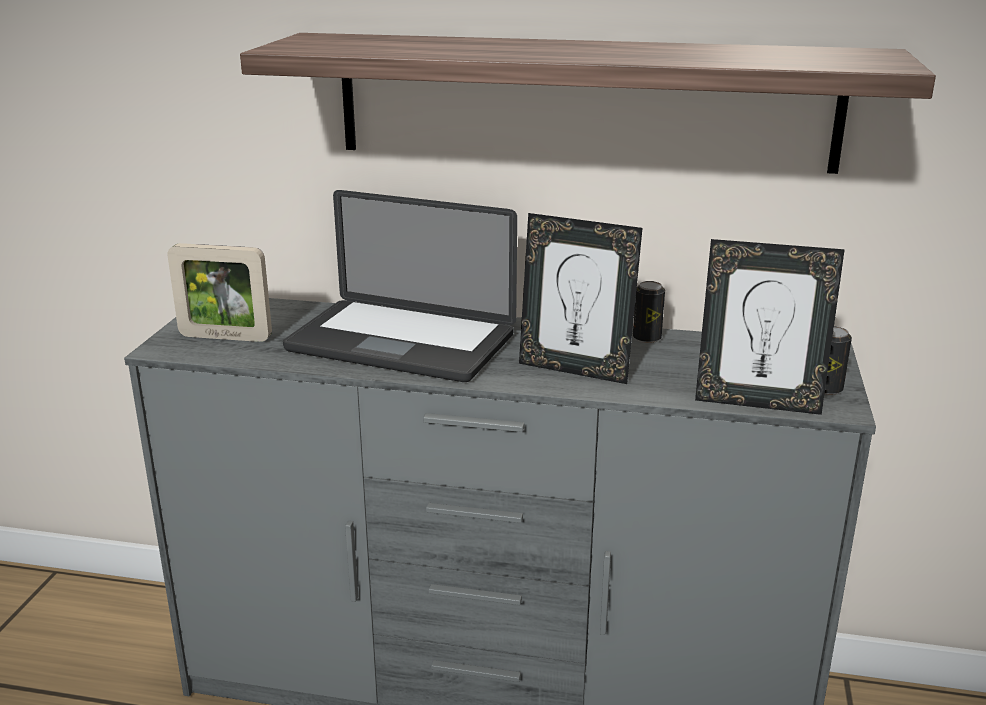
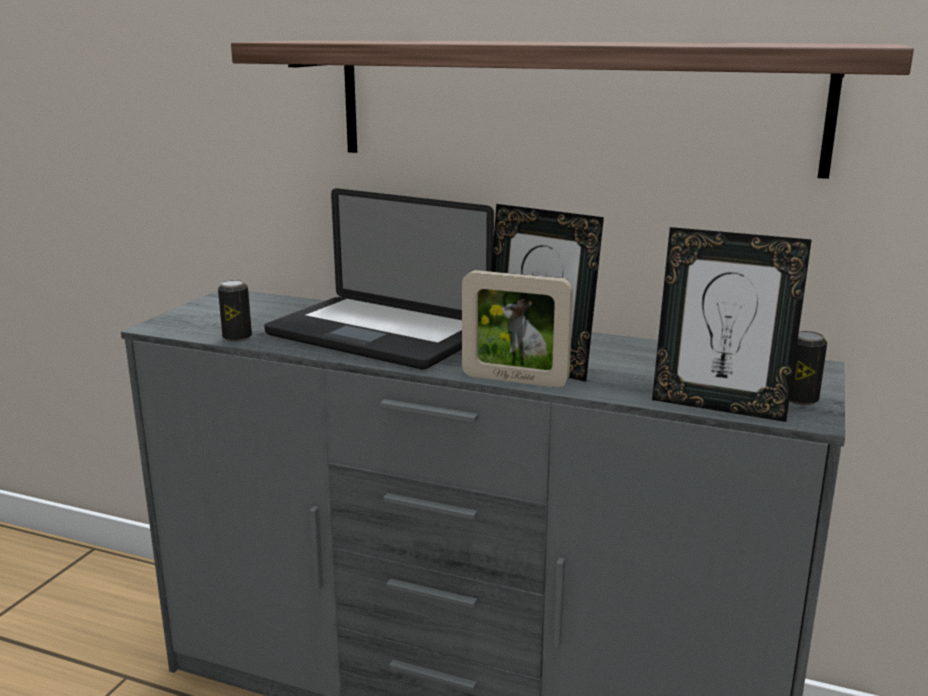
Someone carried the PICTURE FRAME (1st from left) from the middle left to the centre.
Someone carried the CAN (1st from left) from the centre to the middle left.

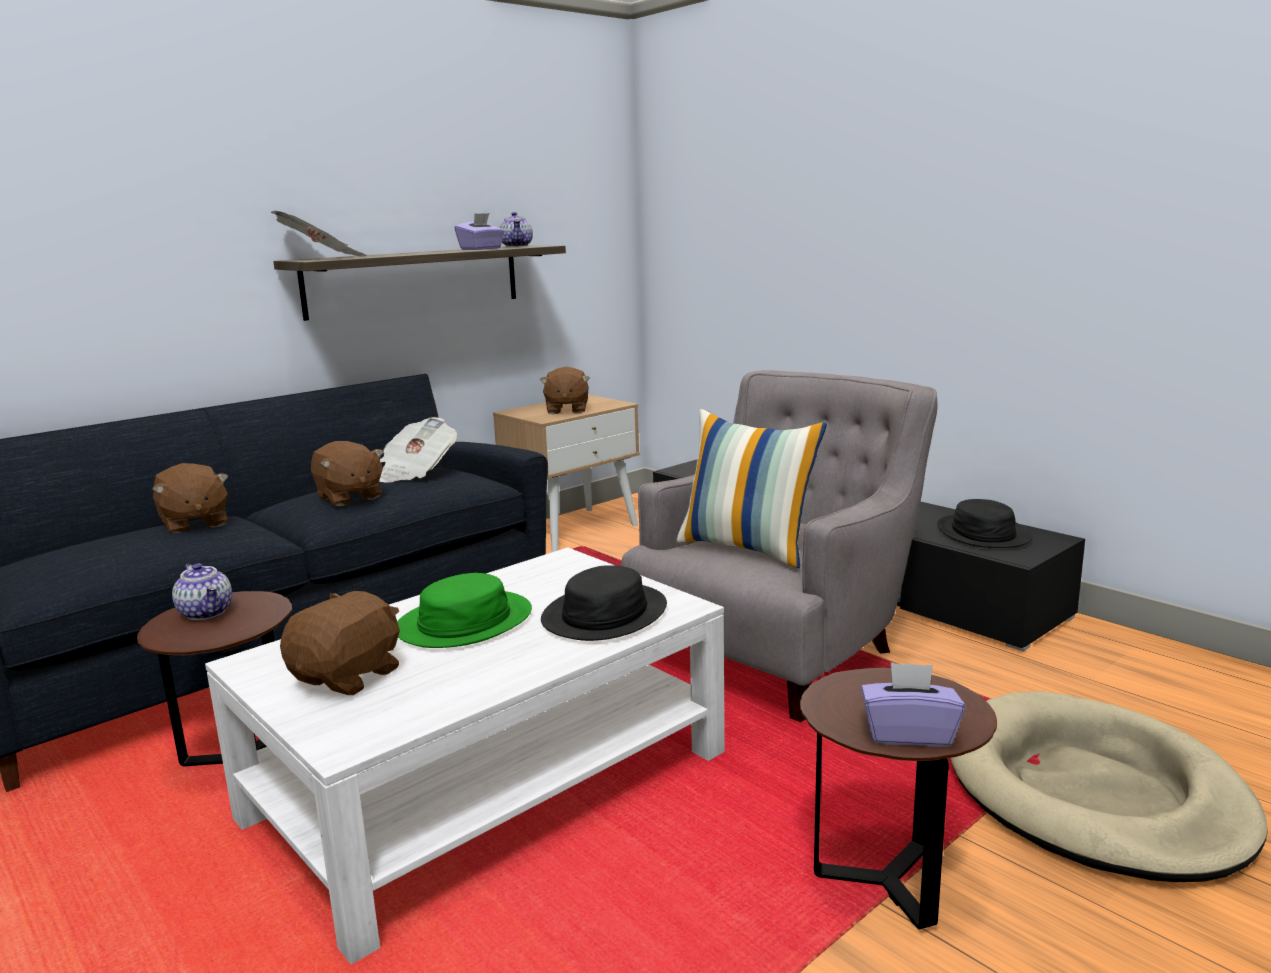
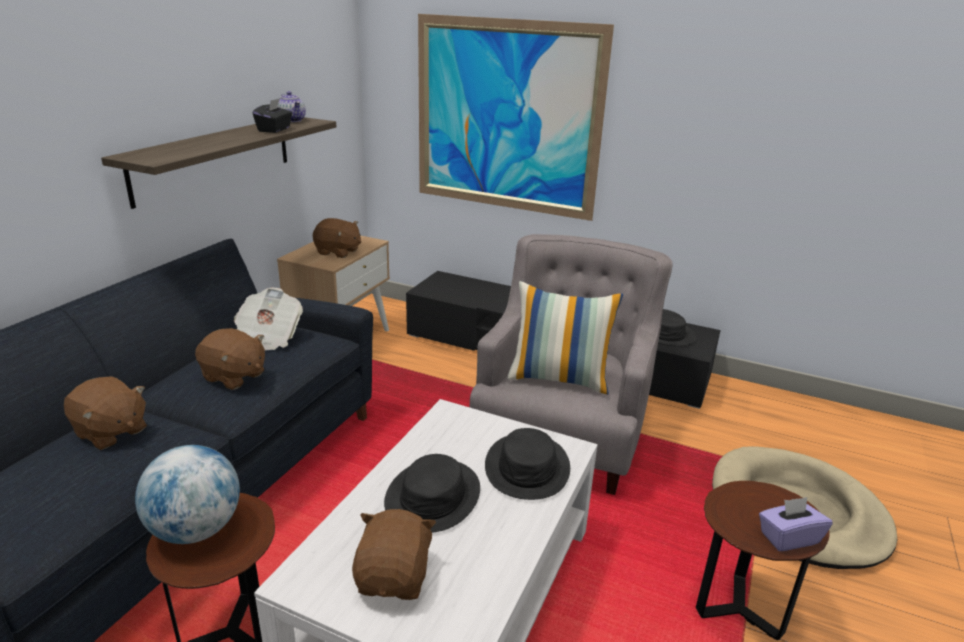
Someone took away the NEWSPAPER (1st from left) at the top left.
Someone repainted the PURPLE TISSUE BOX (1st from left) at the top centre, which became the BLACK TISSUE BOX at the top left.
Someone rotated the BROWN PLUSH TOY (4th from left in the first image) at the centre by 45 degrees counterclockwise.
Someone swapped the TEAPOT (1st from left) at the middle left for the GLOBE at the bottom left.
Someone repainted the GREEN HAT at the centre, which became the BLACK HAT (1st from left) at the bottom centre.
Someone put up the PICTURE at the top centre.

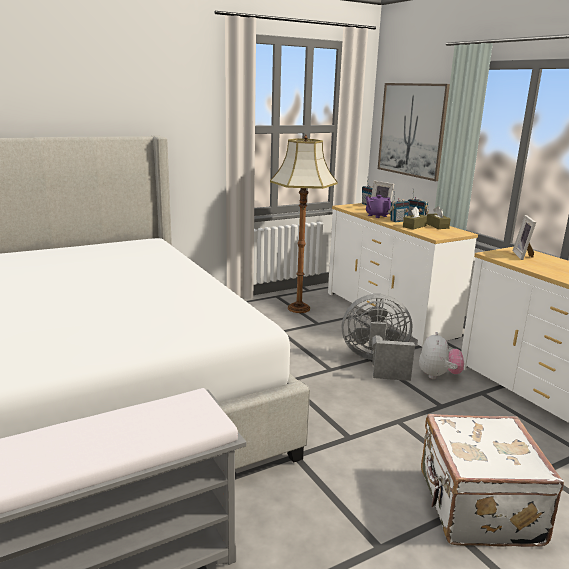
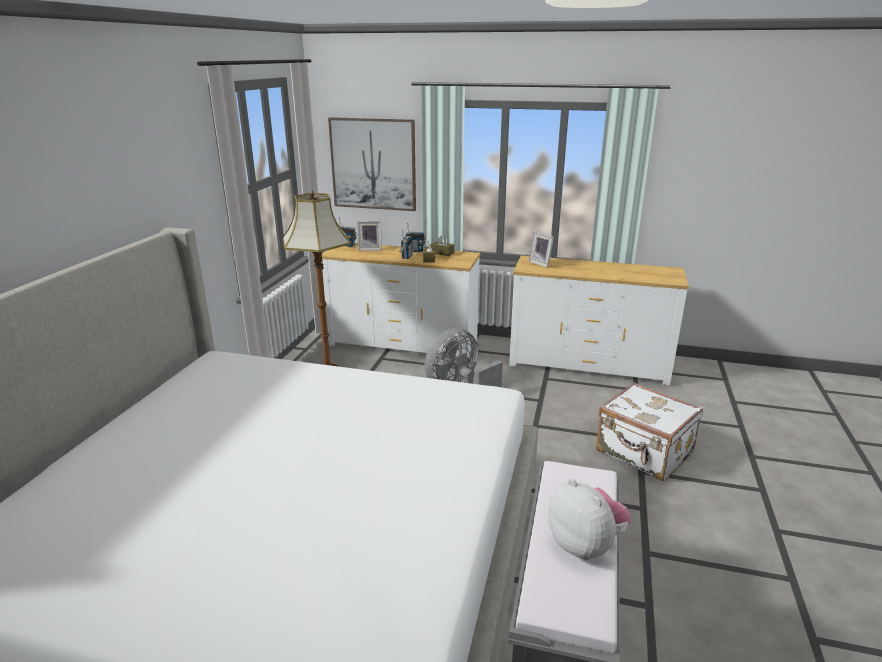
Someone took away the PURPLE TEAPOT at the centre.
Someone carried the PLUSH TOY from the middle right to the bottom right.

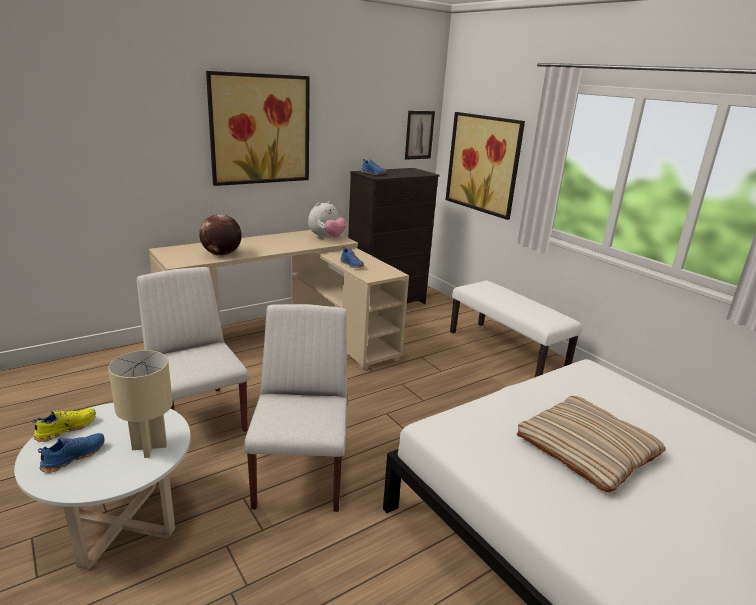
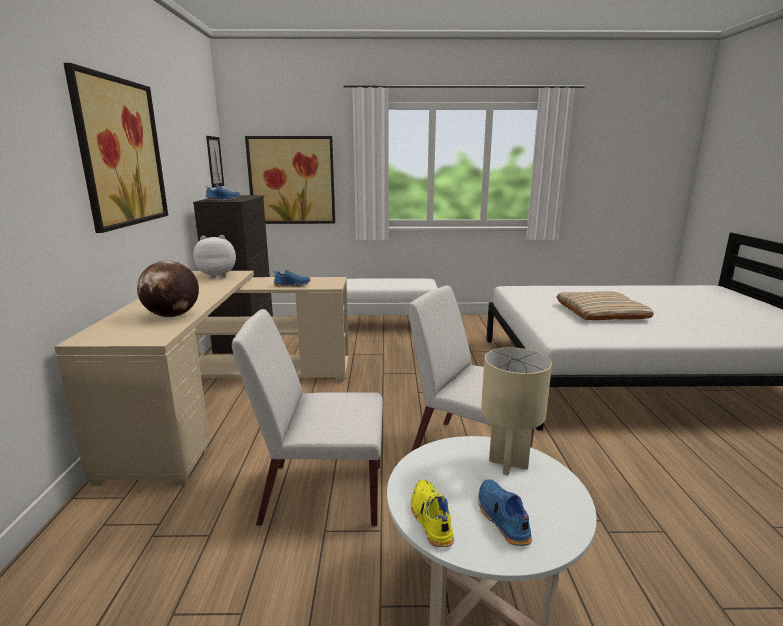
Someone rotated the PLUSH TOY at the centre by 90 degrees counterclockwise.

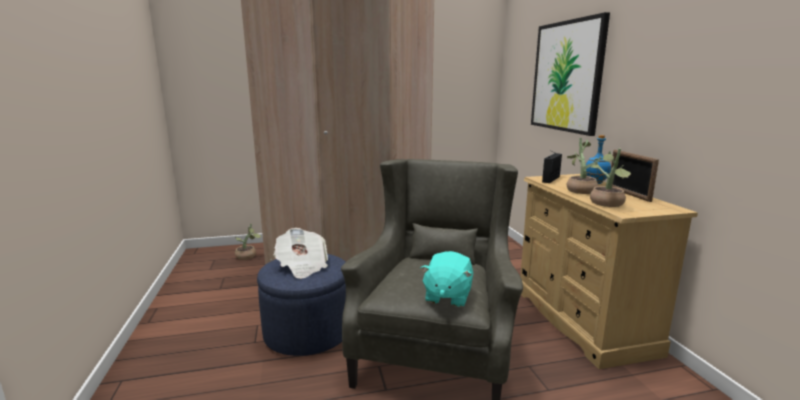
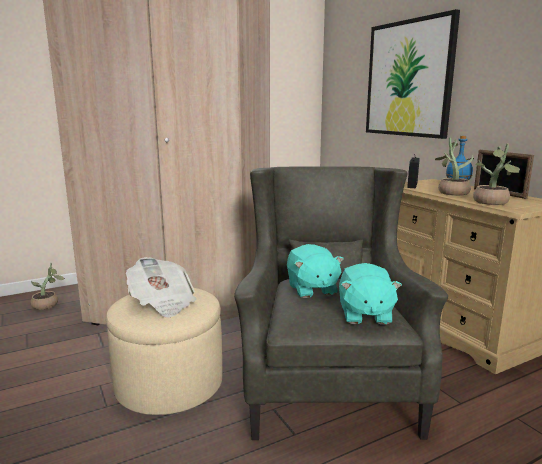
Someone repainted the BLUE OTTOMAN at the bottom centre, which became the BEIGE OTTOMAN at the bottom left.
Someone put down the TURQUOISE PLUSH TOY (1st from left) at the centre.

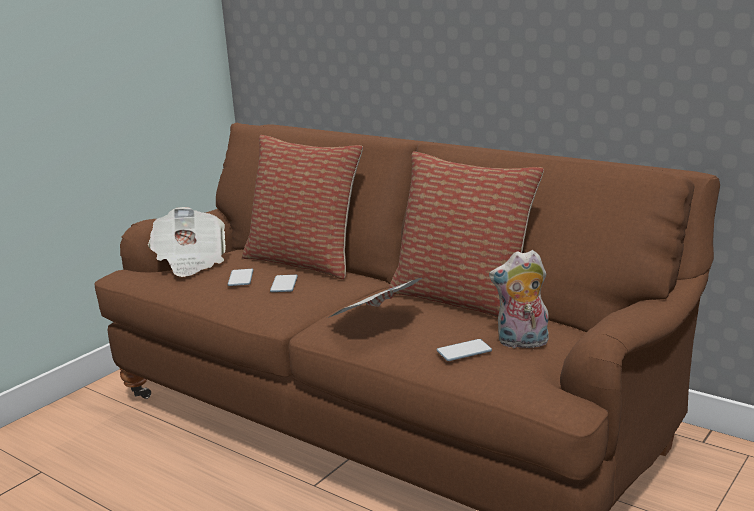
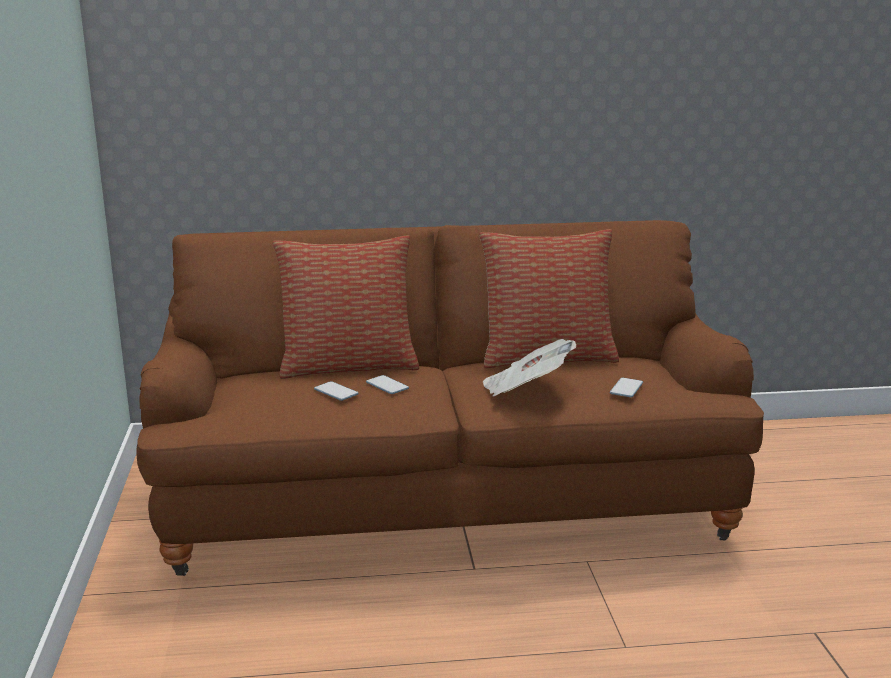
Someone took away the NEWSPAPER (1st from left) at the middle left.
Someone took away the PLUSH TOY at the middle right.

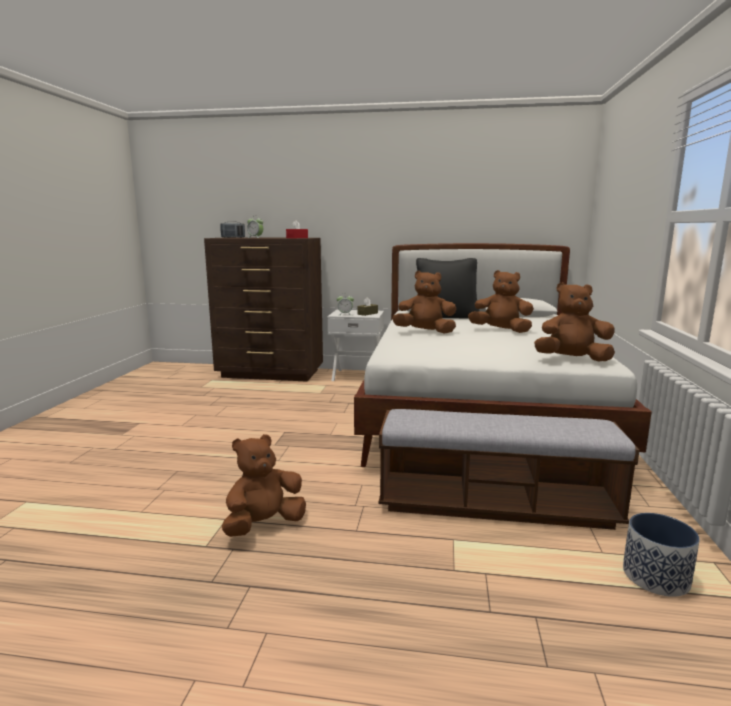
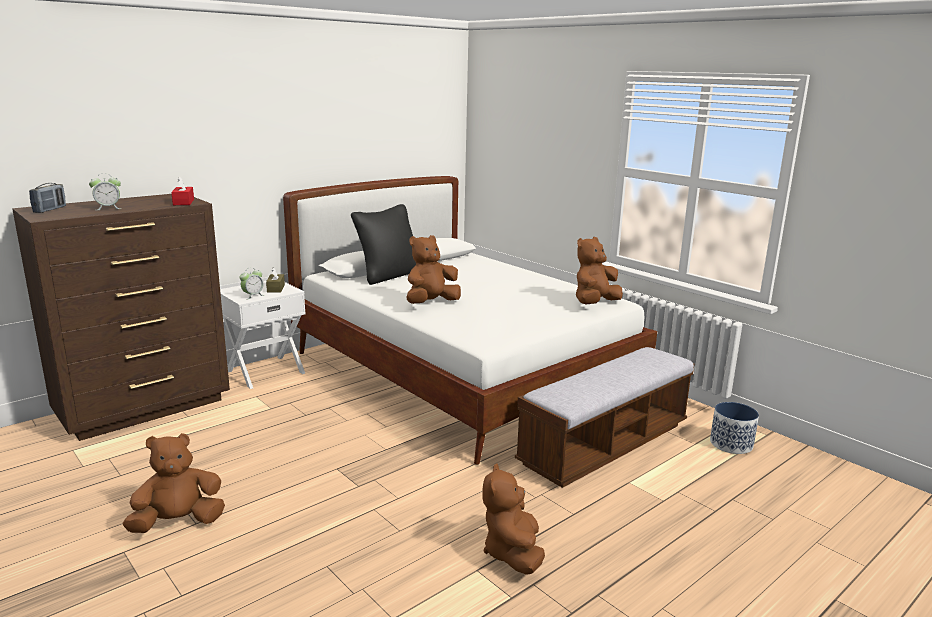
Someone carried the BROWN PLUSH TOY (3rd from left in the first image) from the middle right to the bottom left.

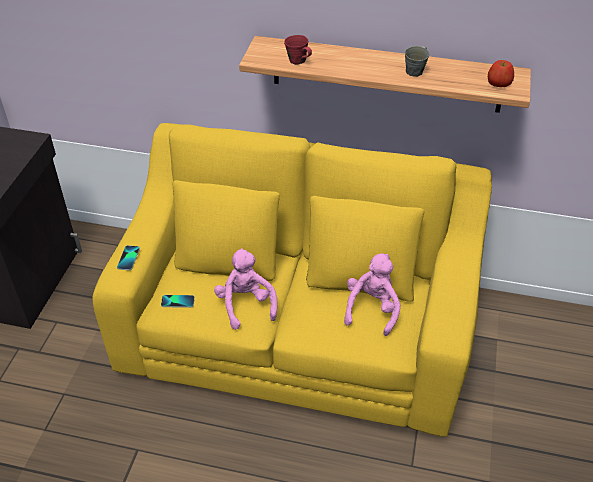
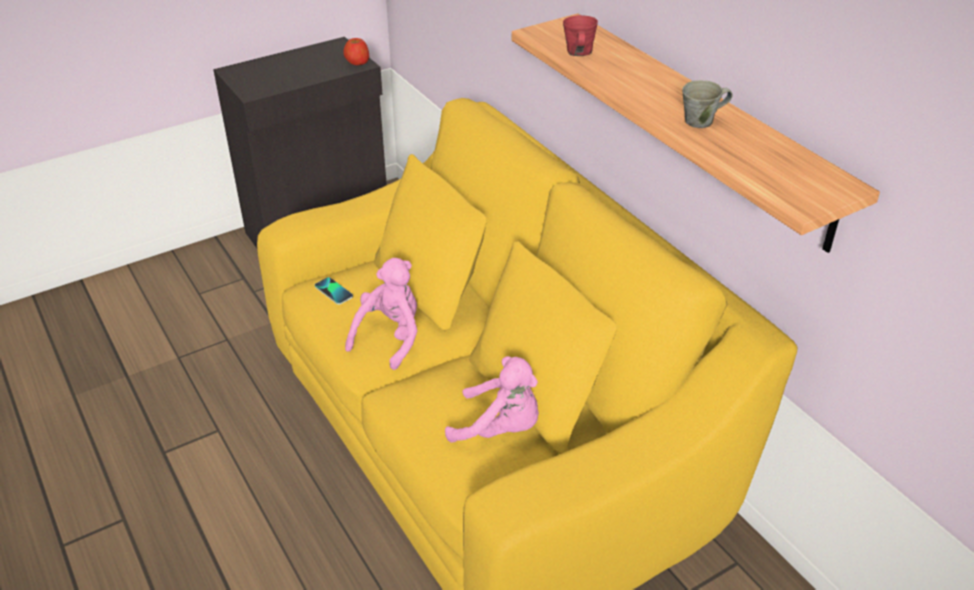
Someone carried the APPLE from the top right to the top centre.
Someone took away the PHONE (1st from left) at the middle left.
Someone rotated the PINK PLUSH TOY (2nd from left) at the centre by 45 degrees clockwise.

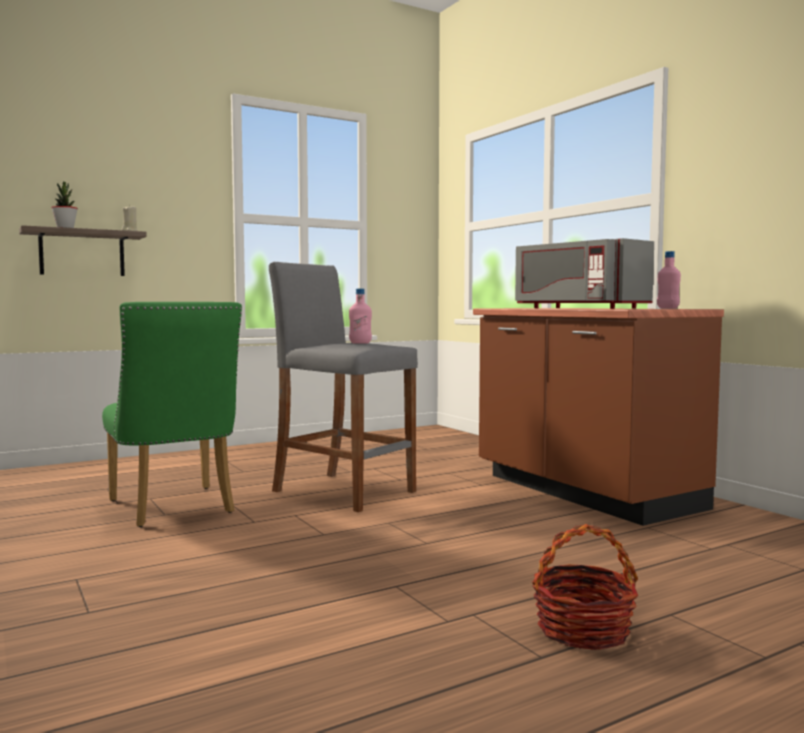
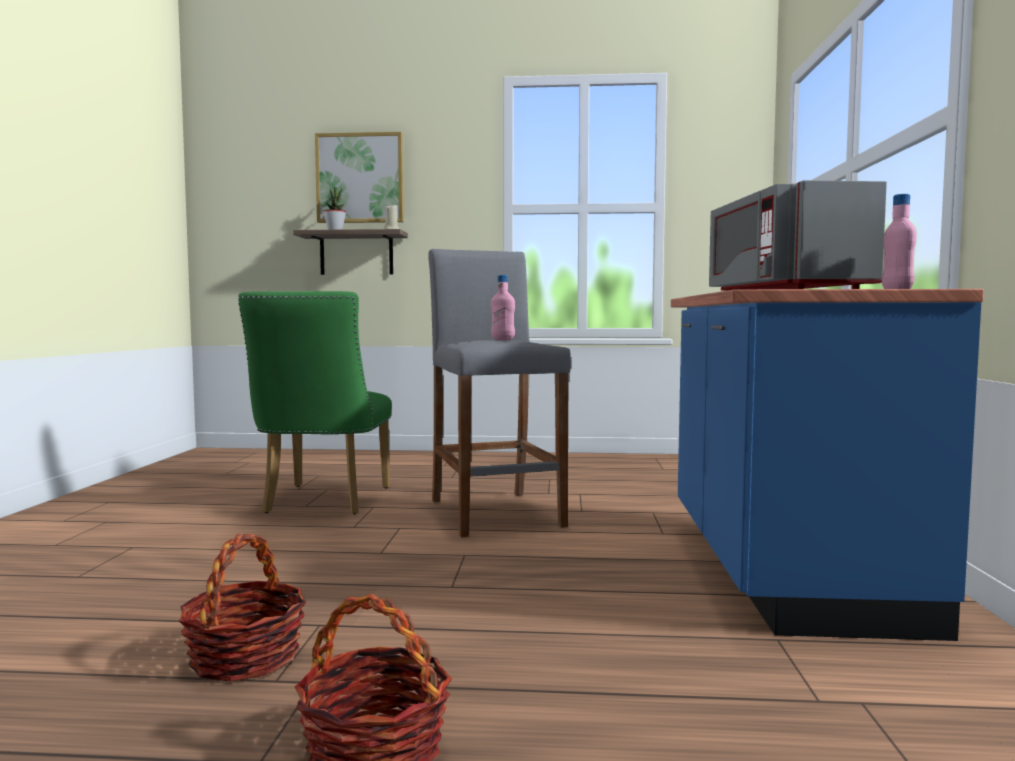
Someone repainted the BROWN COUNTER at the middle right, which became the BLUE COUNTER at the middle right.
Someone put up the PICTURE at the top centre.
Someone put down the BASKET (1st from left) at the bottom left.

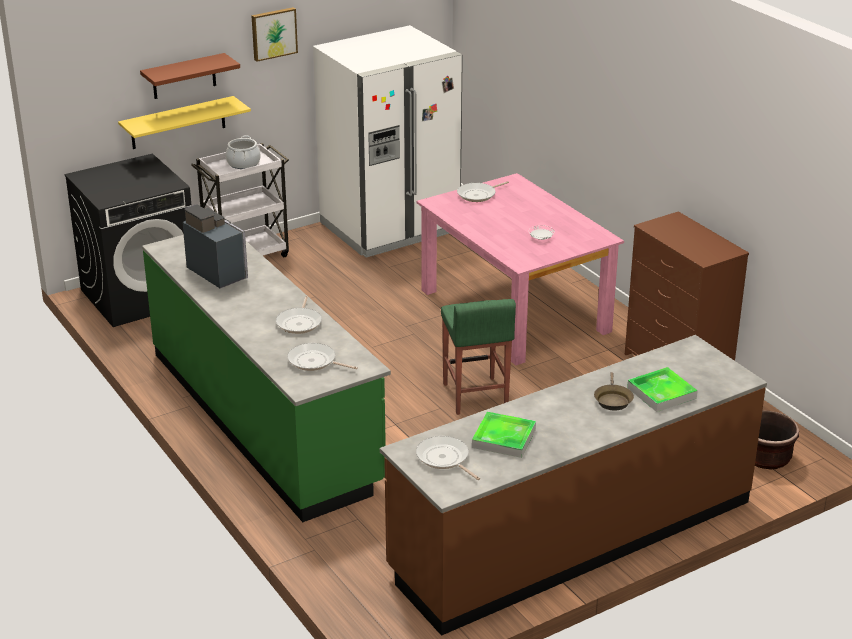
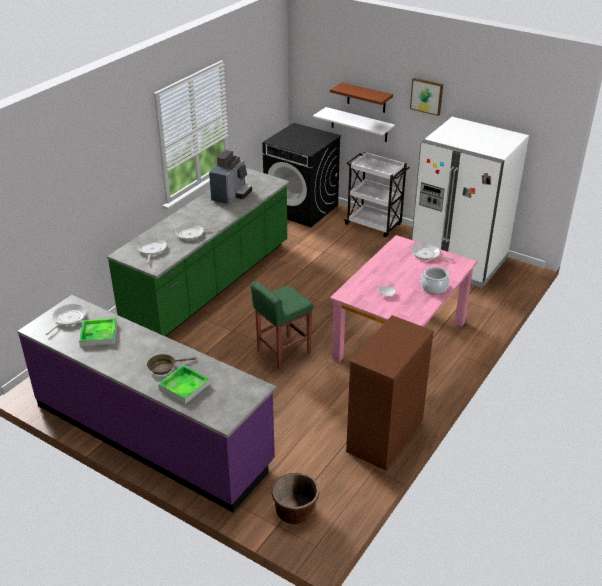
Someone repainted the YELLOW SHELF at the top left, which became the WHITE SHELF at the top centre.
Someone carried the COOKING POT from the top left to the middle right.
Someone repainted the BROWN COUNTER at the bottom right, which became the PURPLE COUNTER at the bottom left.

